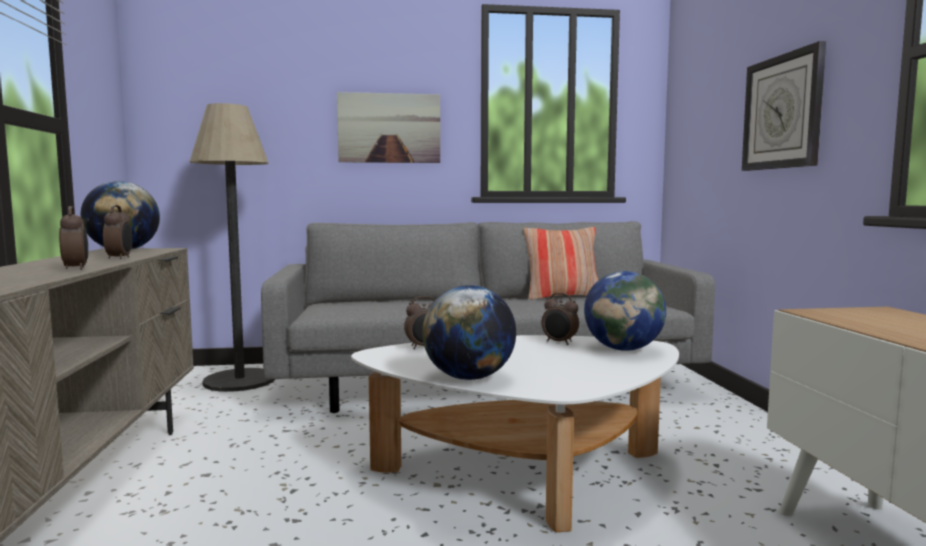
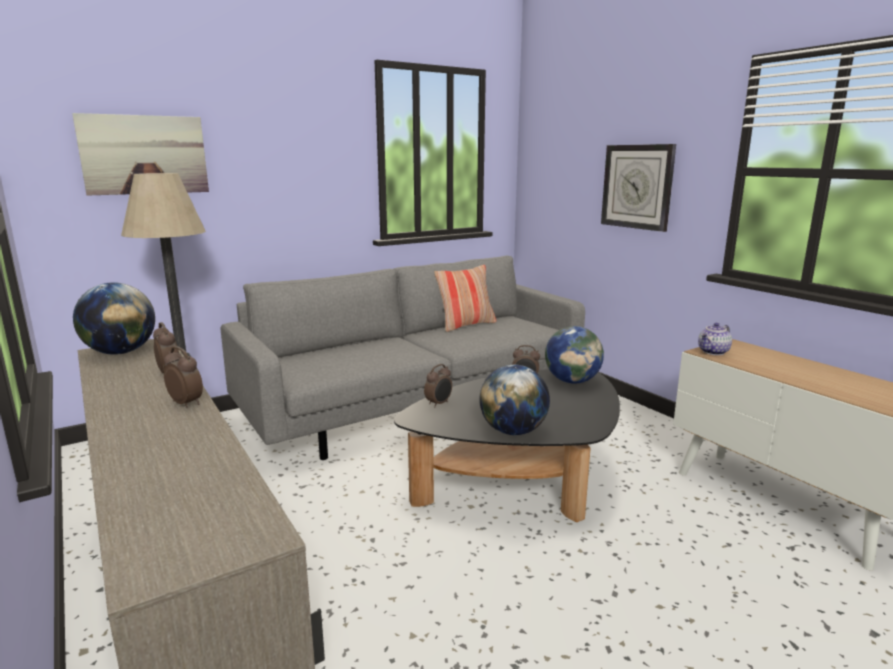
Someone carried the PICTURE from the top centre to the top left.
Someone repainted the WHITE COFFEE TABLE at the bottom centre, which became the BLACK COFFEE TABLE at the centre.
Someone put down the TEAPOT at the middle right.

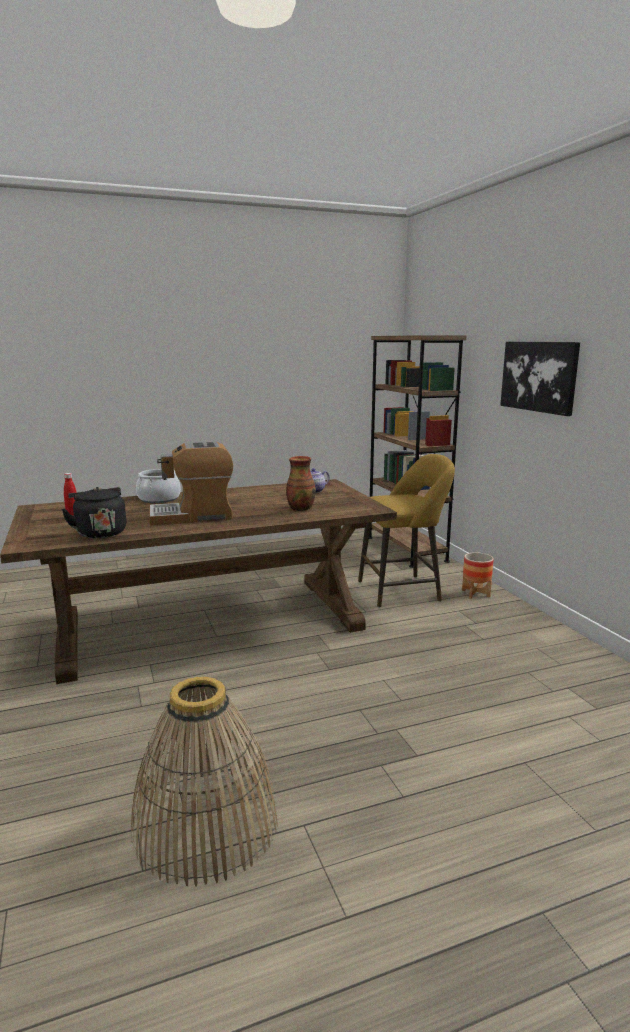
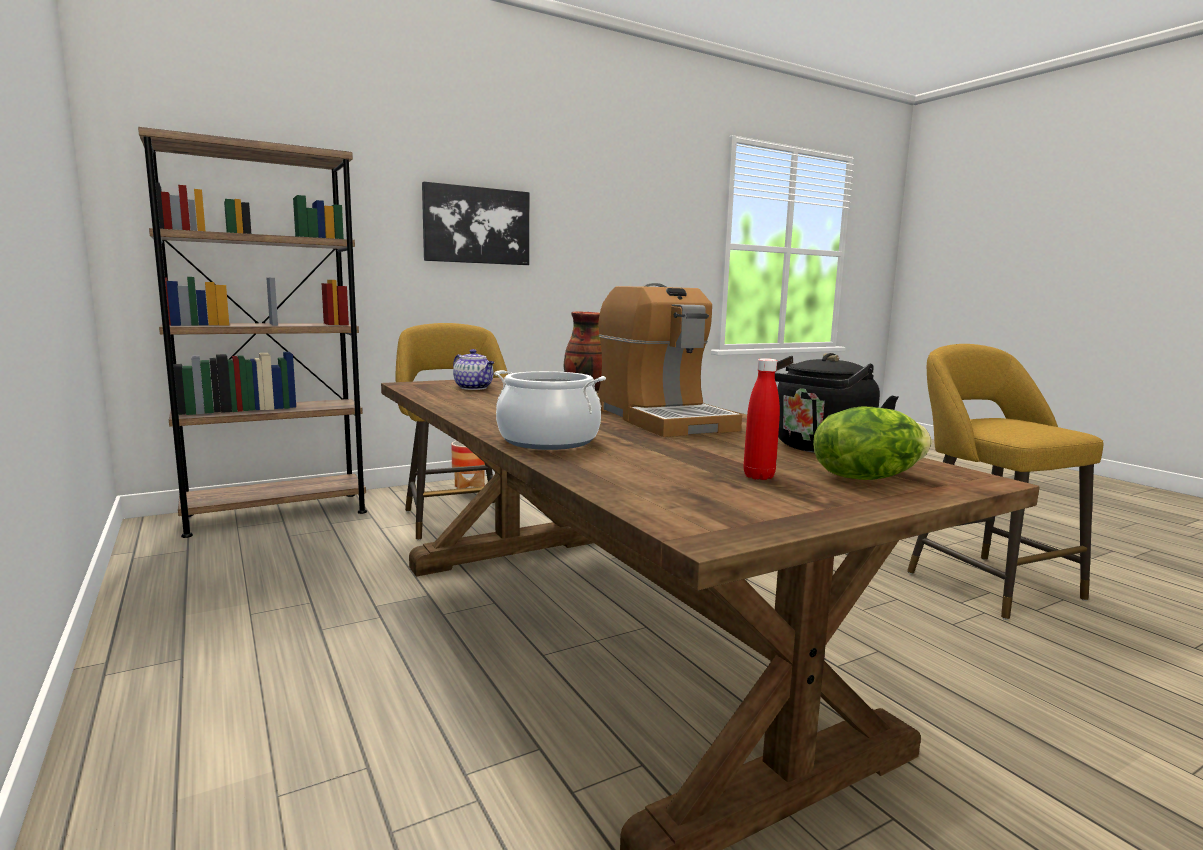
Someone swapped the BASKET at the bottom left for the YELLOW STOOL (2nd from left) at the middle right.
Someone put down the LETTUCE at the middle right.

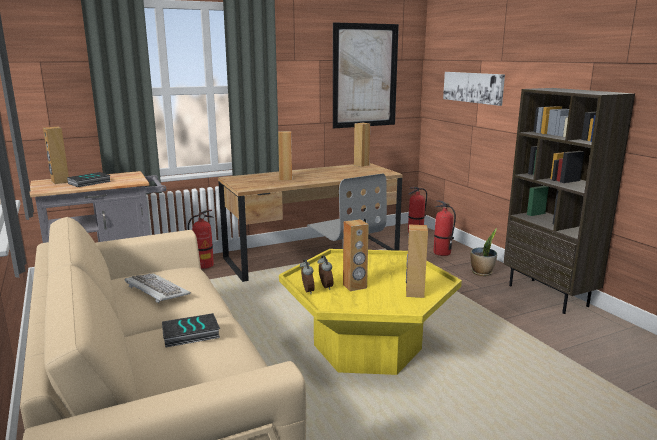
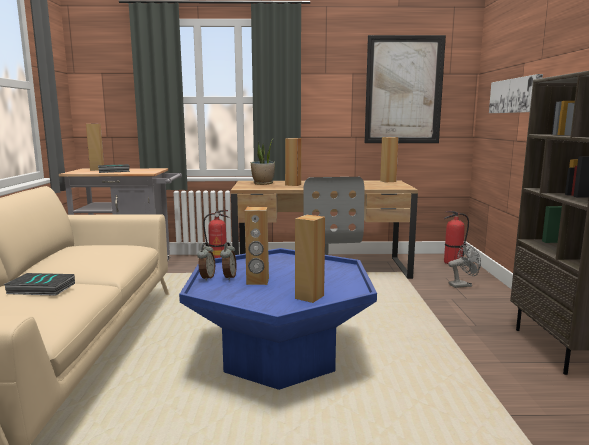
Someone swapped the FIRE EXTINGUISHER (3rd from left) at the middle right for the GREY FAN at the middle right.
Someone carried the POTTED PLANT from the middle right to the centre.
Someone repainted the YELLOW COFFEE TABLE at the bottom centre, which became the BLUE COFFEE TABLE at the bottom centre.
Someone took away the KEYBOARD at the middle left.

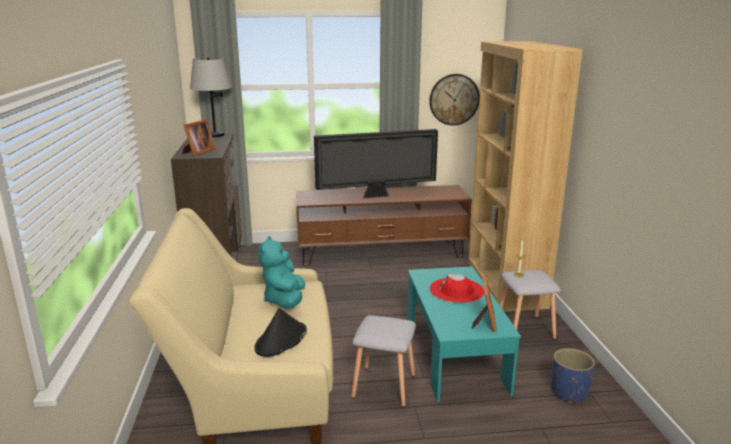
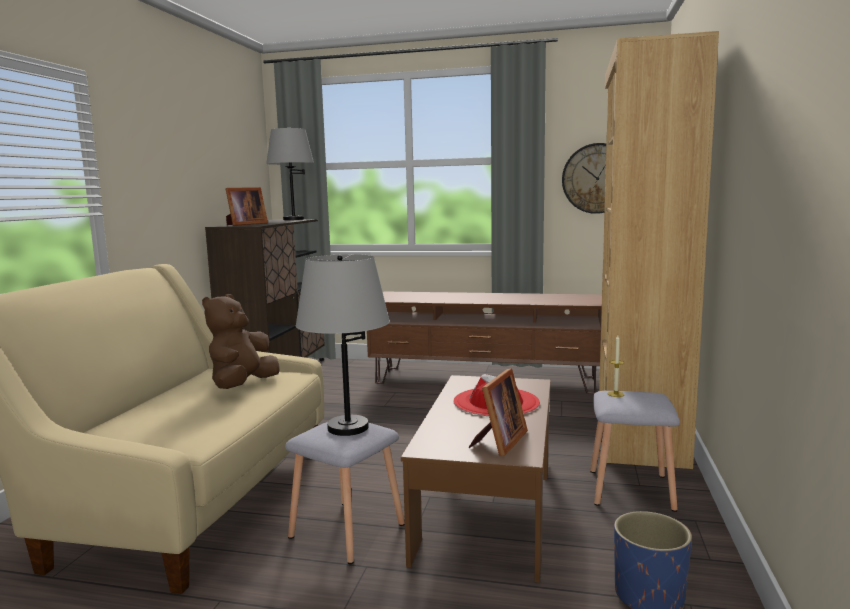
Someone took away the TELEVISION at the centre.
Someone repainted the TURQUOISE PLUSH TOY at the centre, which became the BROWN PLUSH TOY at the middle left.
Someone repainted the TURQUOISE COFFEE TABLE at the bottom centre, which became the BROWN COFFEE TABLE at the bottom centre.
Someone took away the BLACK HAT at the bottom centre.
Someone put down the GREY TABLE LAMP (2nd from left) at the centre.

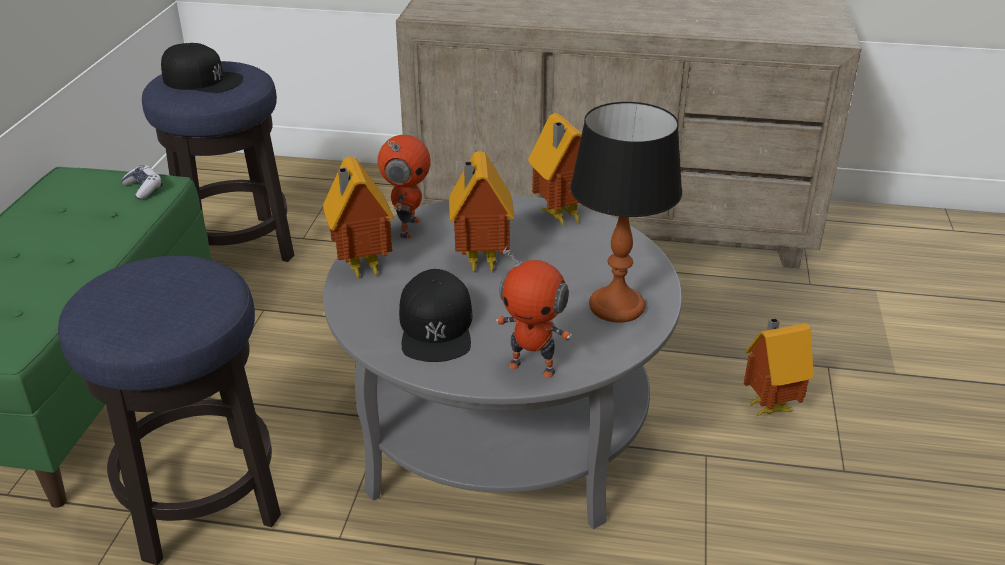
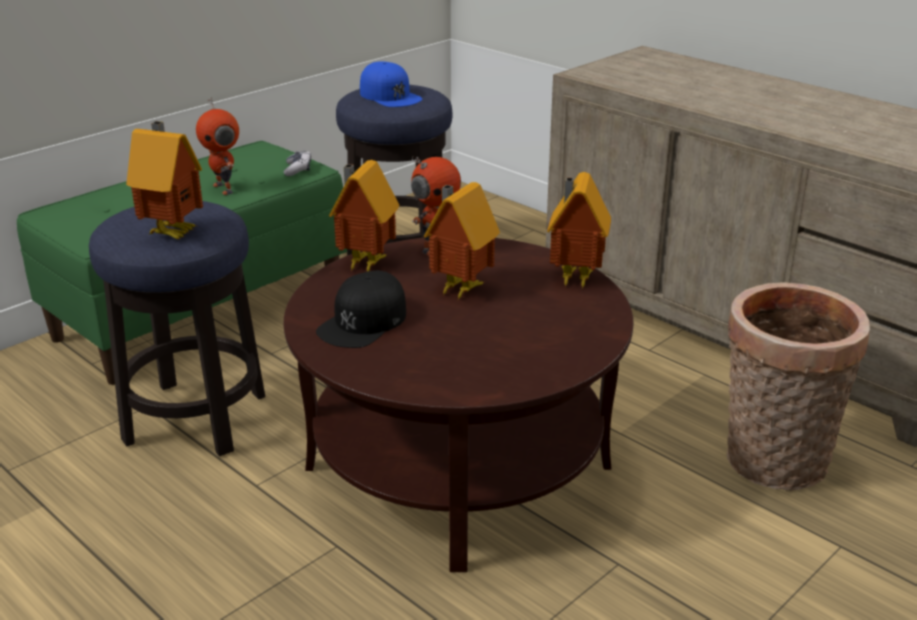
Someone repainted the BLACK CAP (1st from left) at the top left, which became the BLUE CAP at the top centre.
Someone took away the TABLE LAMP at the centre.
Someone repainted the GREY COFFEE TABLE at the centre, which became the BROWN COFFEE TABLE at the centre.
Someone carried the TOY ROBOT (2nd from left in the first image) from the centre to the top left.
Someone carried the TOY HOUSE (4th from left in the first image) from the middle right to the top left.
Someone put down the BASKET at the middle right.

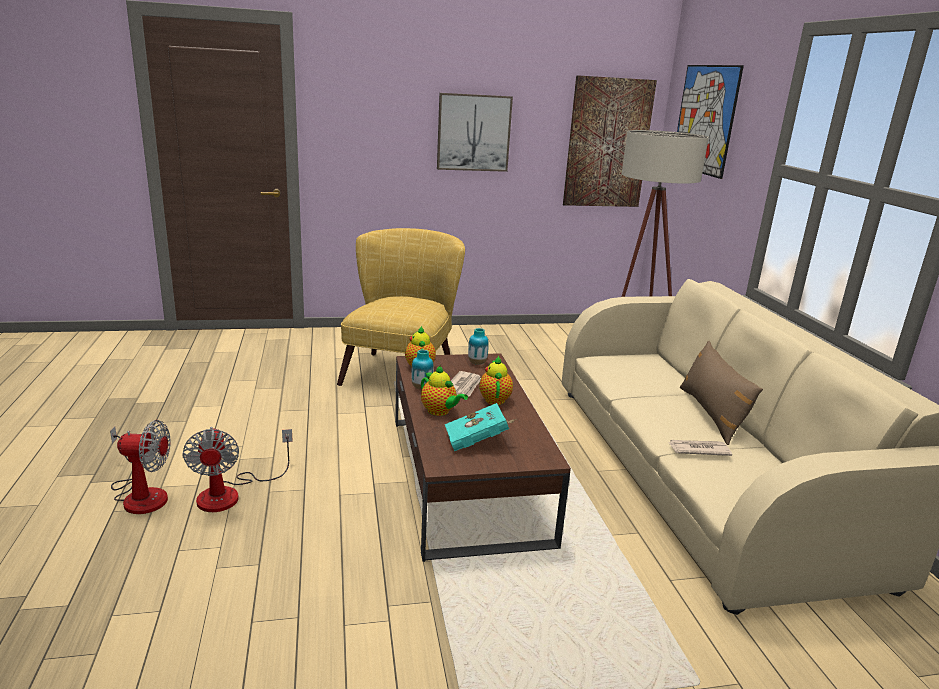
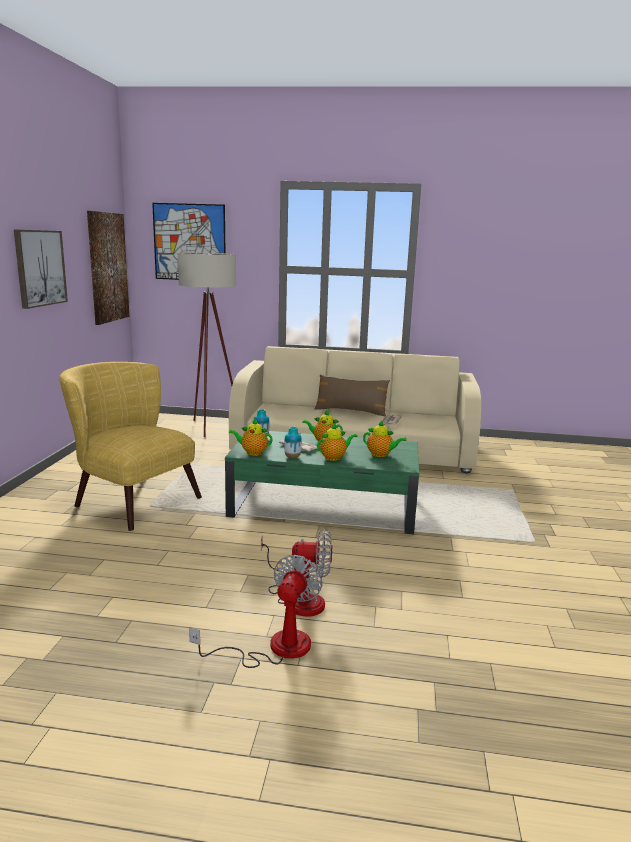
Someone repainted the BROWN COFFEE TABLE at the centre, which became the GREEN COFFEE TABLE at the centre.
Someone swapped the TURQUOISE BOOK at the centre for the TEAPOT (4th from left) at the centre.

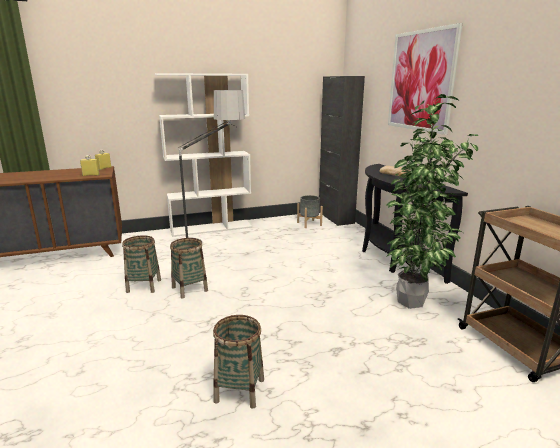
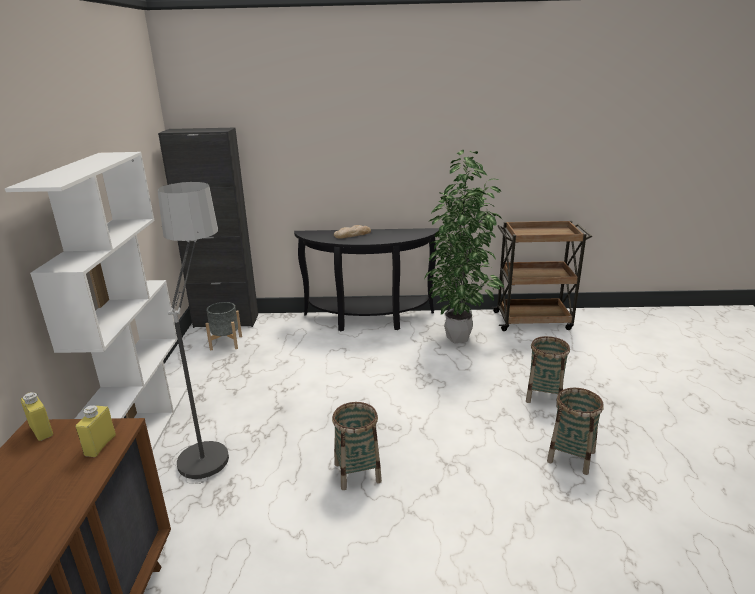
Someone took away the PICTURE at the top right.
Someone carried the BASKET (1st from left in the first image) from the middle left to the middle right.

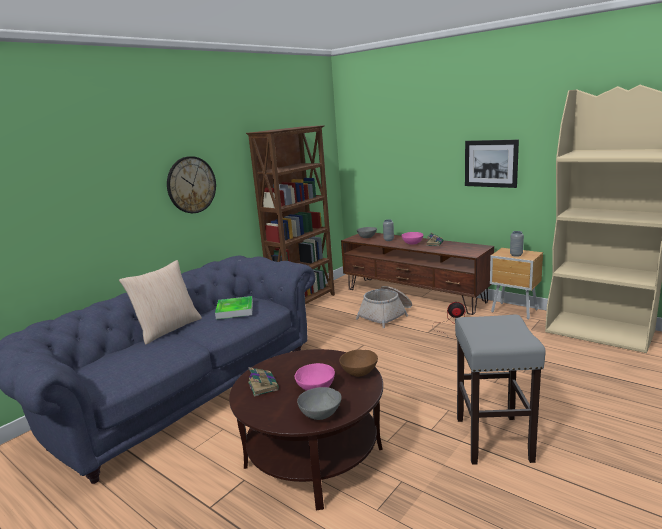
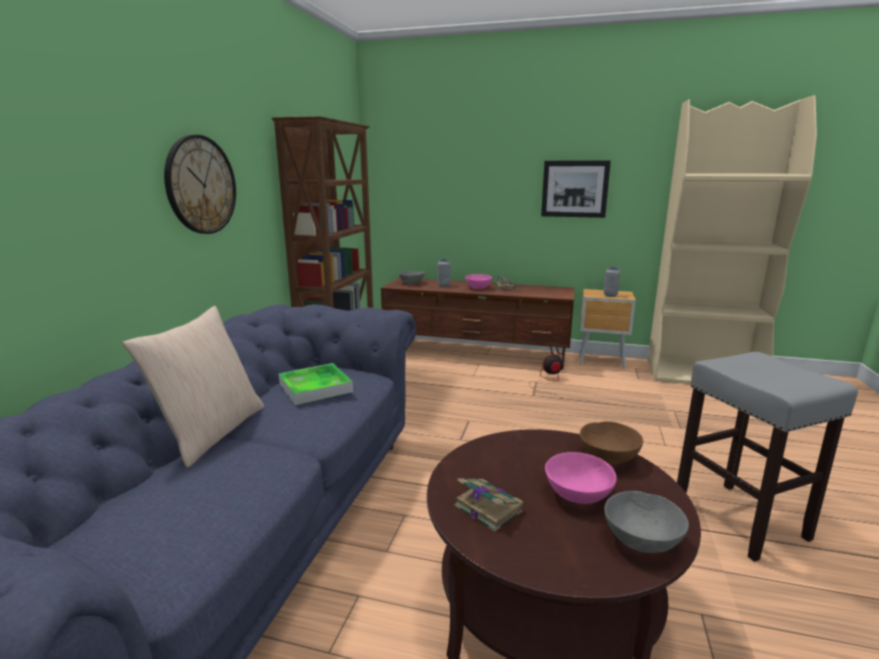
Someone took away the BASKET at the centre.

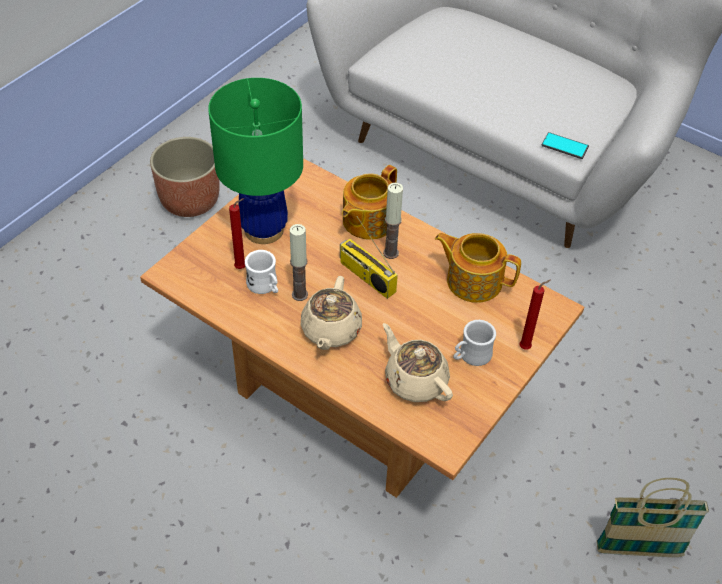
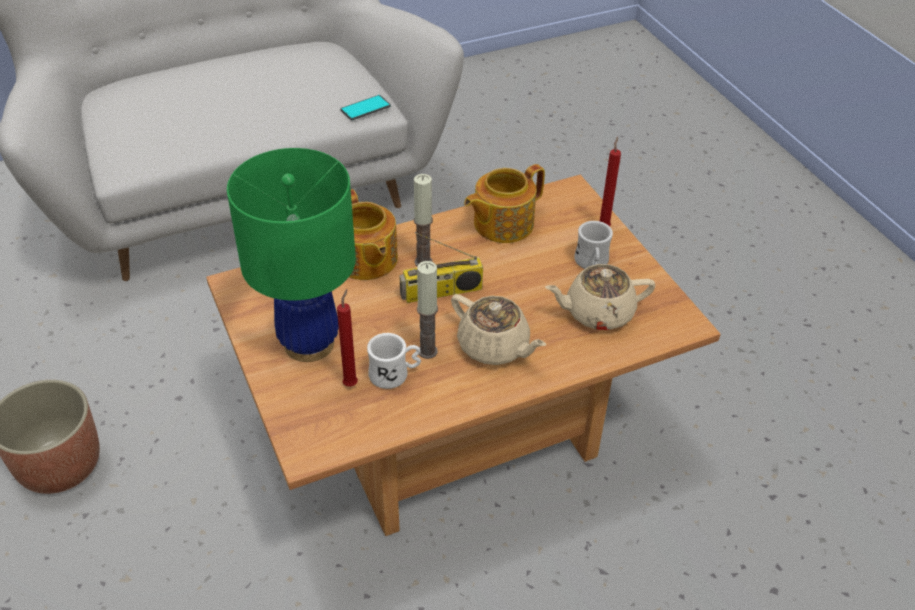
Someone took away the BASKET at the bottom right.

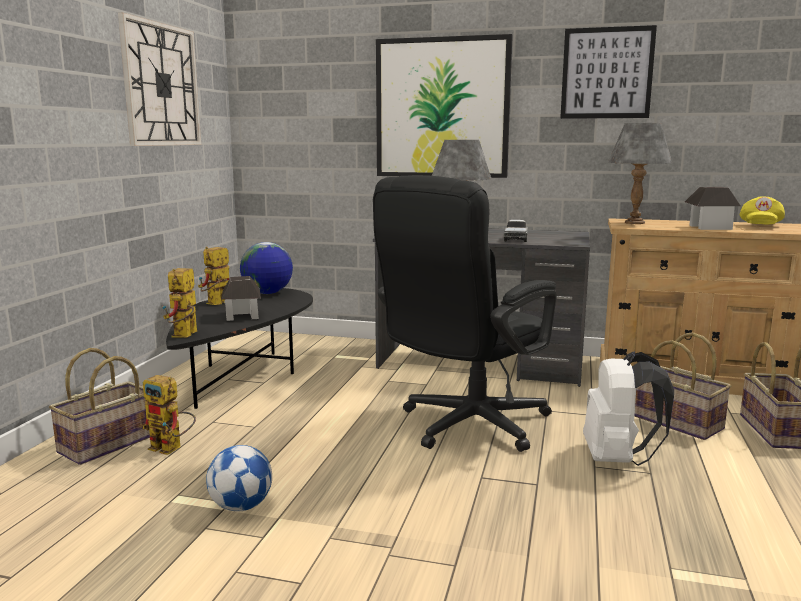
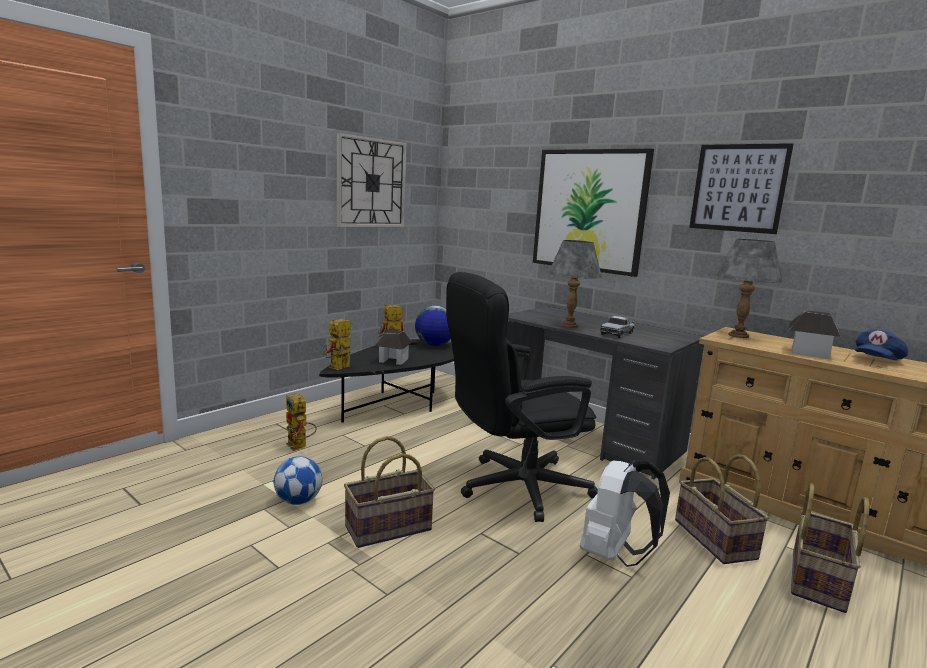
Someone repainted the YELLOW CAP at the middle right, which became the BLUE CAP at the middle right.
Someone carried the BASKET (1st from left) from the bottom left to the bottom centre.

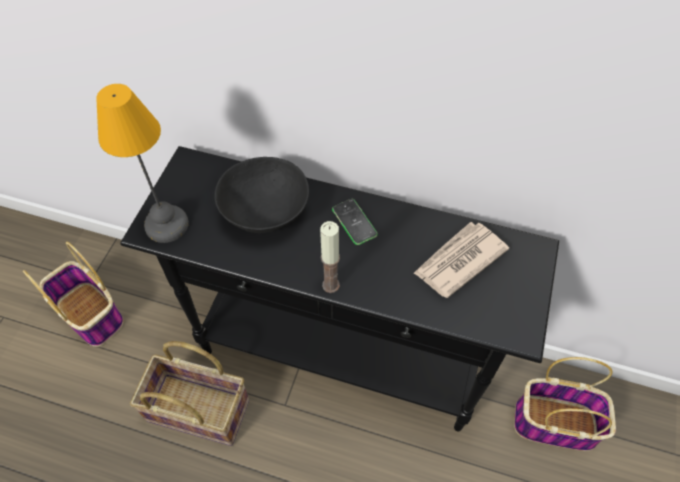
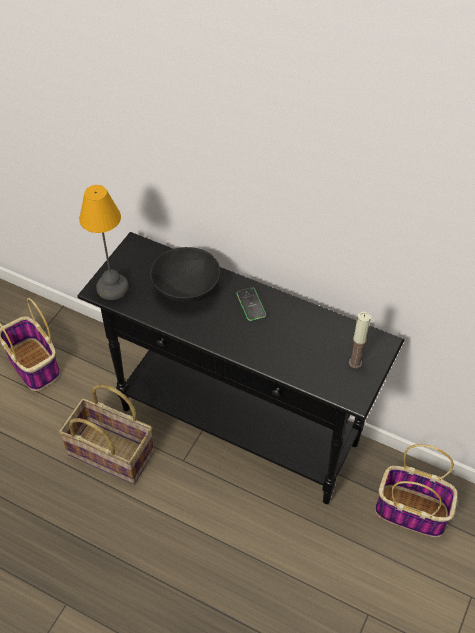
Someone carried the CANDLE from the centre to the middle right.
Someone took away the NEWSPAPER at the middle right.

